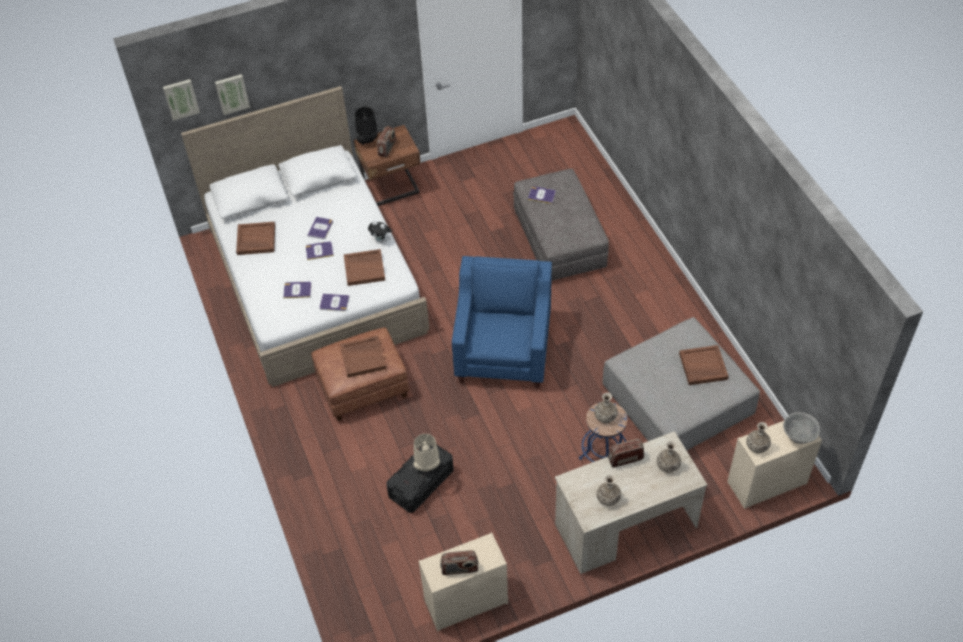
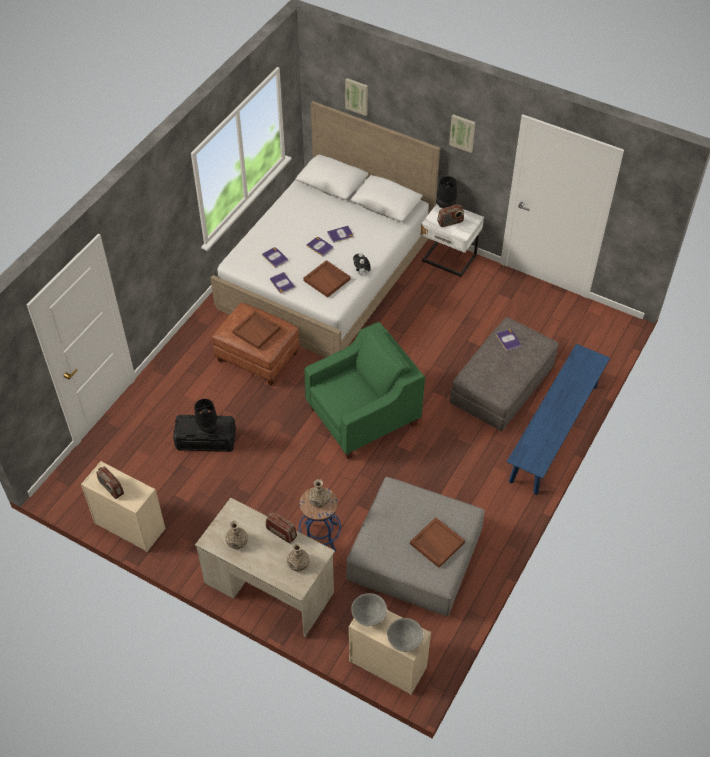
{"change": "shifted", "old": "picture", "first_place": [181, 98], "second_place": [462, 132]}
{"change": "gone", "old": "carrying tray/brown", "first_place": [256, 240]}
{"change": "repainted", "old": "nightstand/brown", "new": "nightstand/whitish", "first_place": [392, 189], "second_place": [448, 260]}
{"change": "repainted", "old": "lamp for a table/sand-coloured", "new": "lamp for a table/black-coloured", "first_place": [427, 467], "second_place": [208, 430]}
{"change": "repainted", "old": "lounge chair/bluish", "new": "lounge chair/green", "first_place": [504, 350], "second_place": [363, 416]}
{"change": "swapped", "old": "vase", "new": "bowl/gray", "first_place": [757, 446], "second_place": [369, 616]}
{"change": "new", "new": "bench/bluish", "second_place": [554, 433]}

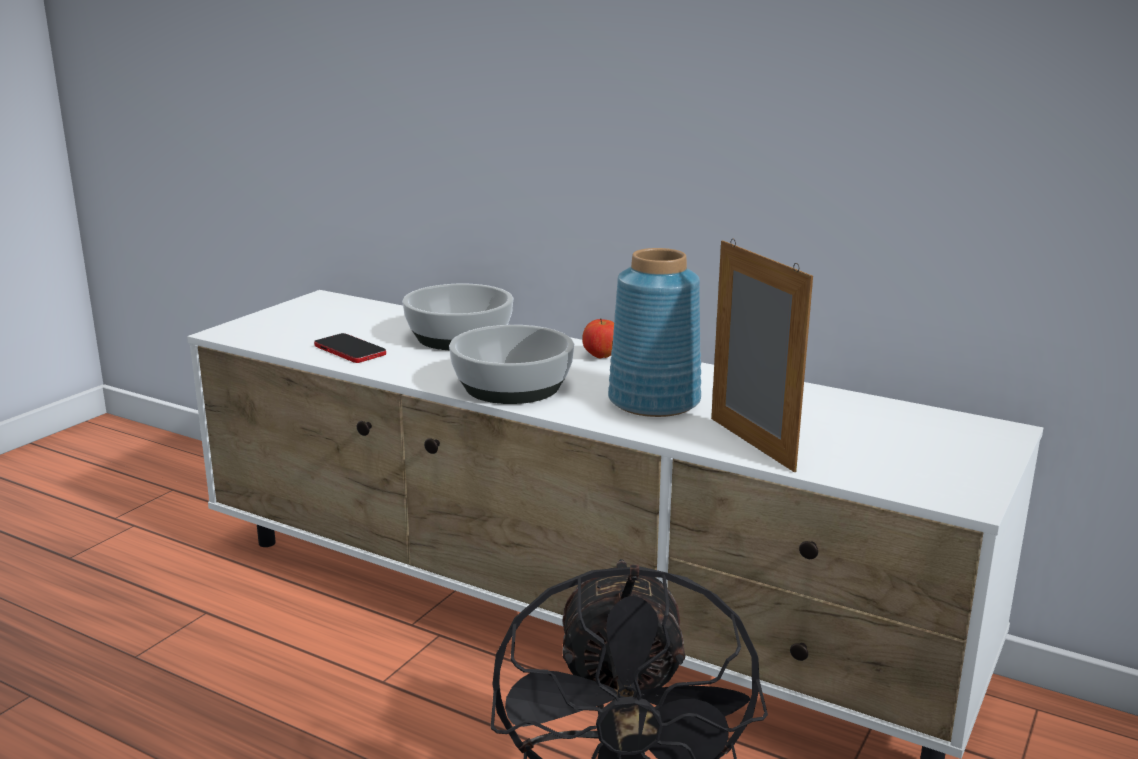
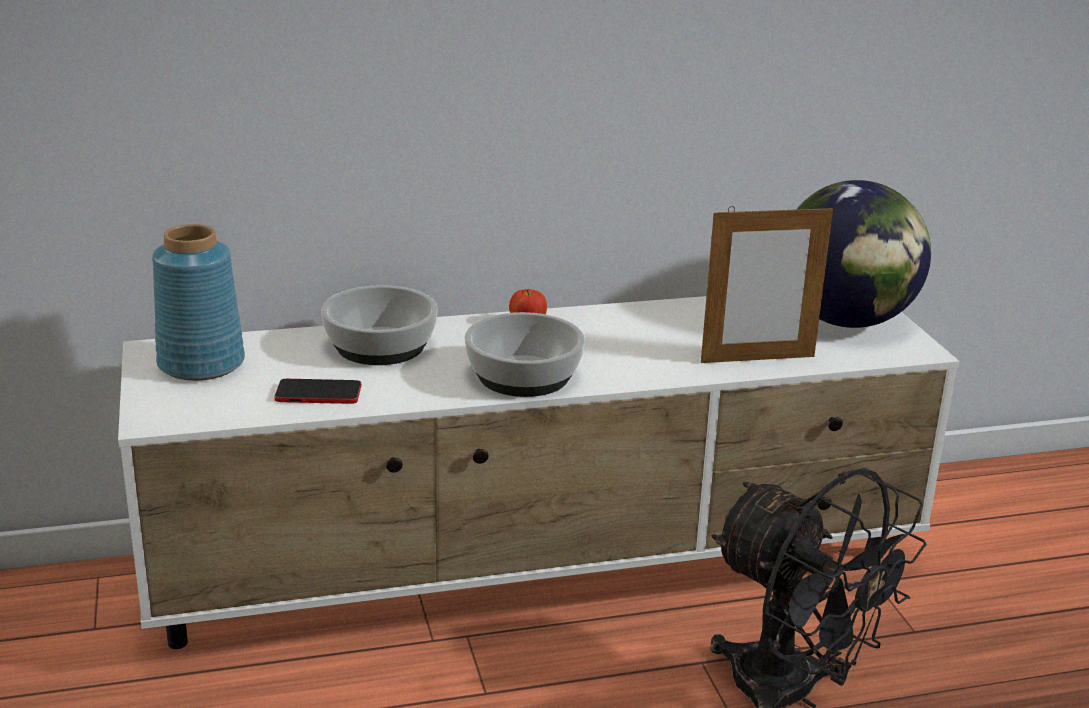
{"change": "shifted", "old": "vase/bluish", "first_place": [655, 401], "second_place": [202, 363]}
{"change": "rotated", "old": "photo frame", "first_place": [751, 444], "second_place": [757, 359], "degrees": 150}
{"change": "new", "new": "world globe", "second_place": [846, 321]}

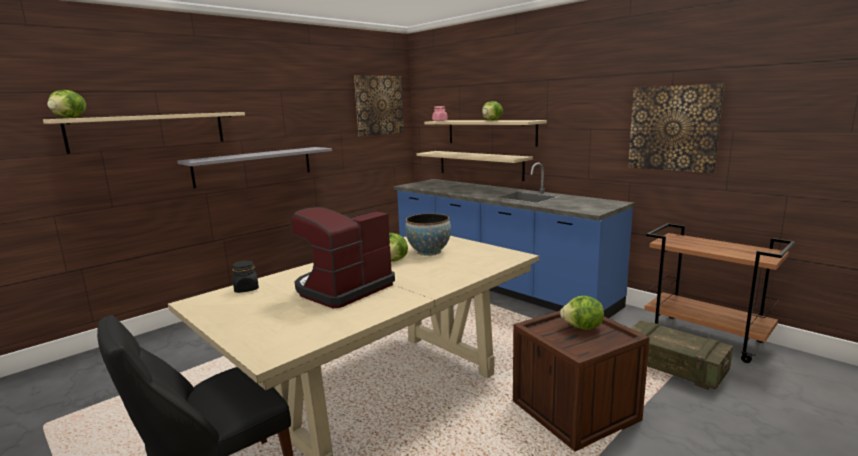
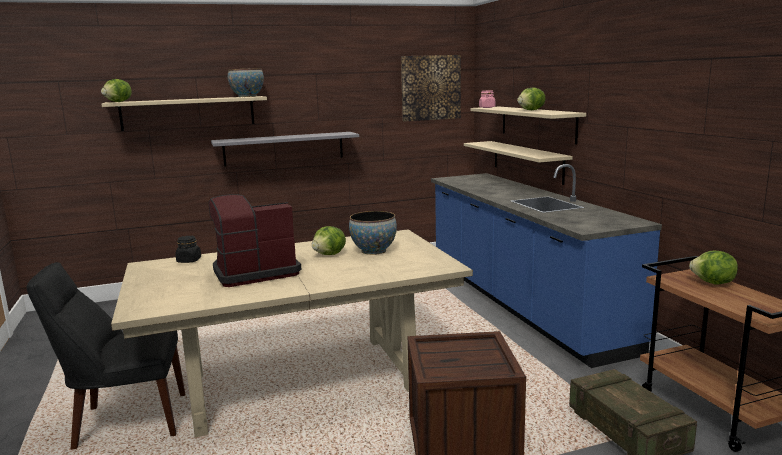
{"change": "shifted", "old": "lettuce head", "first_place": [582, 328], "second_place": [713, 283]}
{"change": "gone", "old": "picture", "first_place": [673, 128]}
{"change": "new", "new": "bowl", "second_place": [247, 96]}

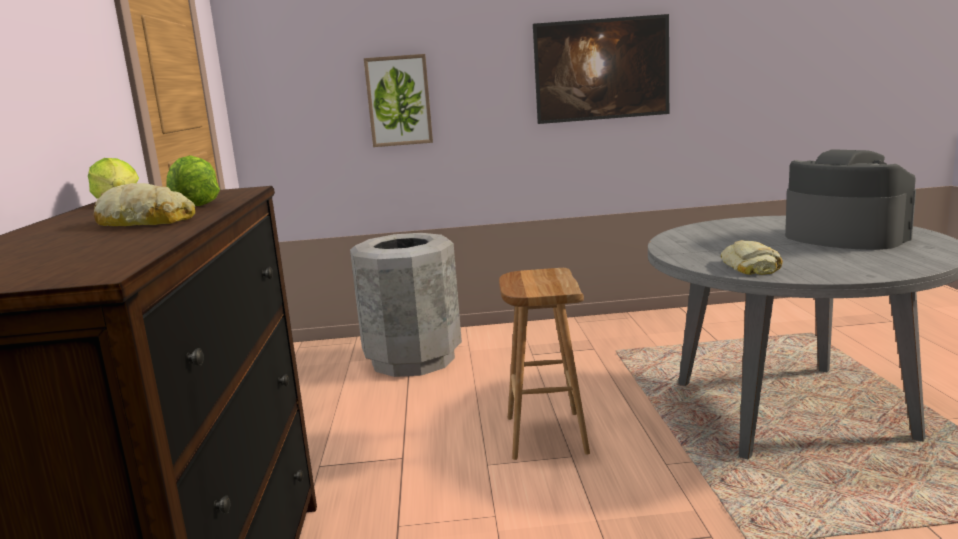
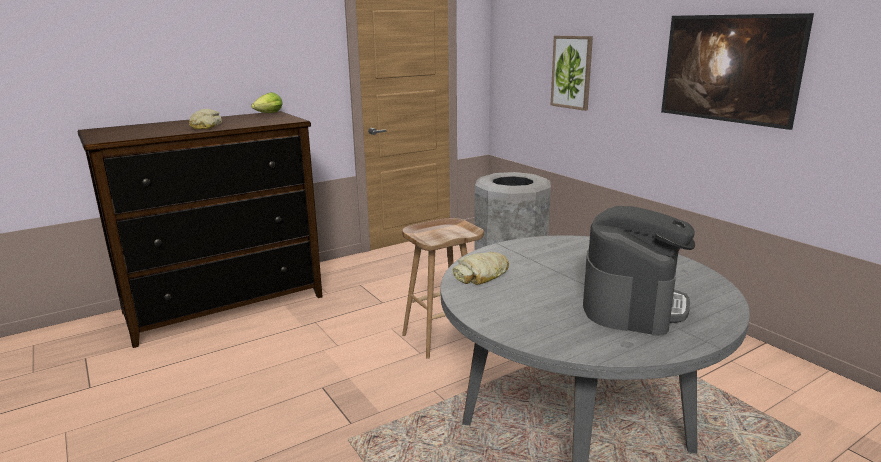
{"change": "gone", "old": "lettuce head", "first_place": [194, 204]}

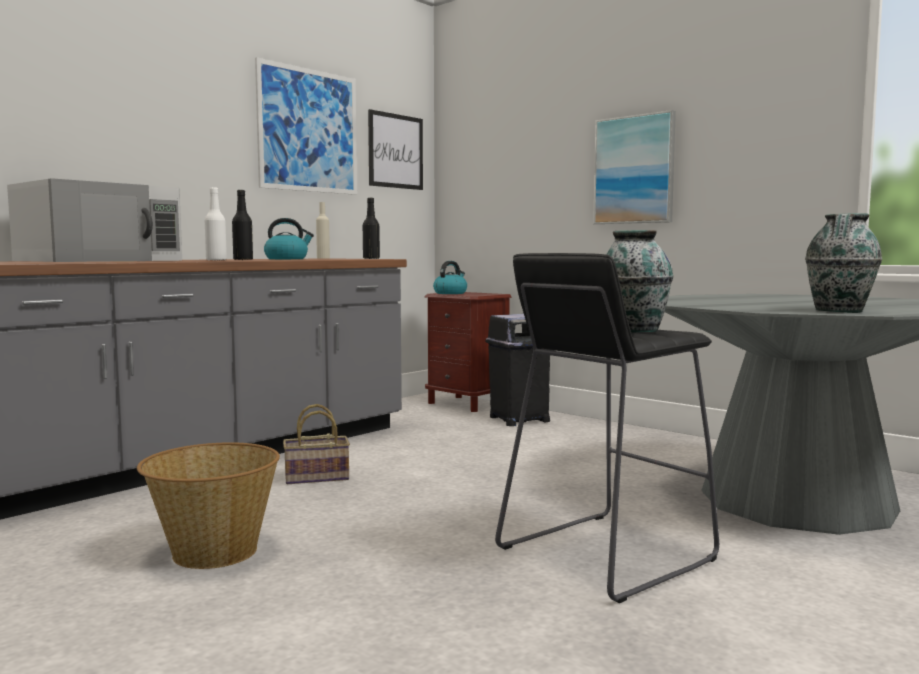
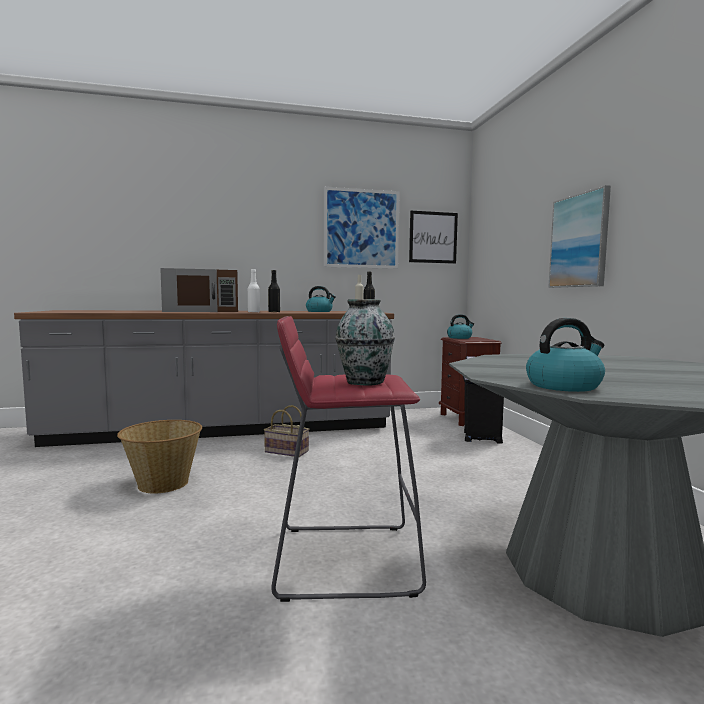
{"change": "repainted", "old": "microwave oven/whitish", "new": "microwave oven/brown", "first_place": [101, 260], "second_place": [203, 311]}
{"change": "repainted", "old": "stool/black-coloured", "new": "stool/reddish", "first_place": [604, 554], "second_place": [344, 558]}
{"change": "swapped", "old": "vase", "new": "kettle", "first_place": [839, 311], "second_place": [564, 386]}

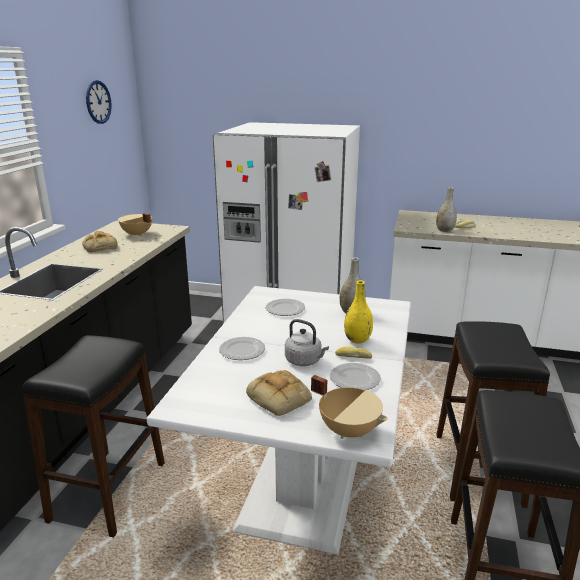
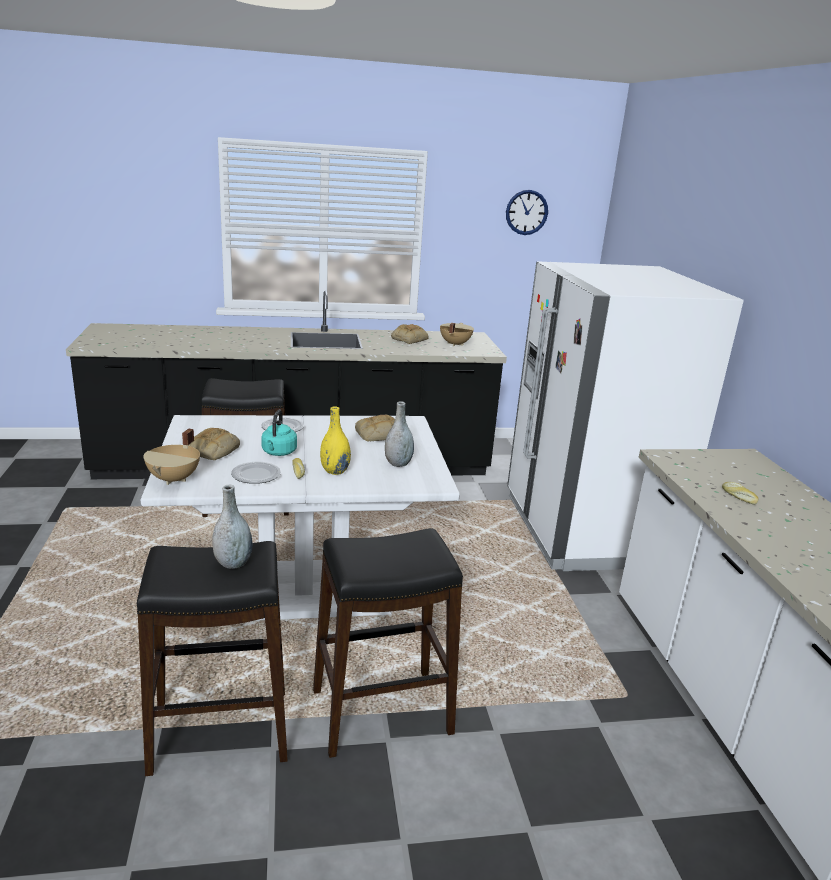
{"change": "swapped", "old": "dinner plate", "new": "bakery bread", "first_place": [285, 309], "second_place": [378, 434]}
{"change": "repainted", "old": "kettle/gray", "new": "kettle/turquoise-coloured", "first_place": [305, 361], "second_place": [278, 453]}
{"change": "shifted", "old": "vase/gray", "first_place": [444, 230], "second_place": [233, 563]}

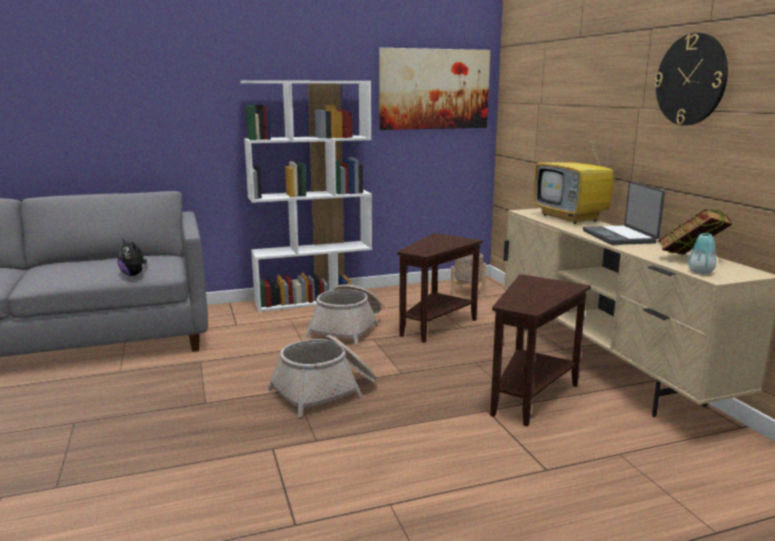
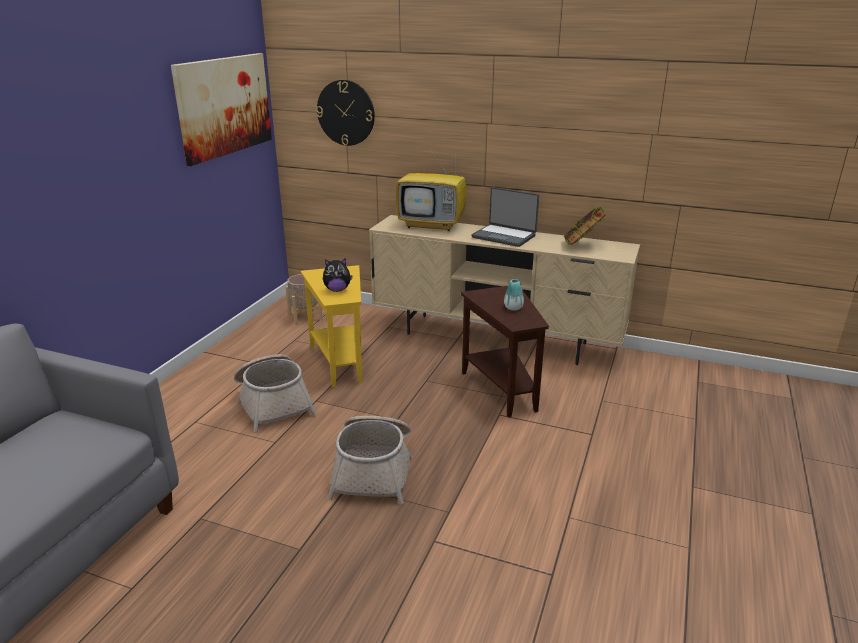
{"change": "shifted", "old": "cuddly toy", "first_place": [134, 275], "second_place": [337, 290]}
{"change": "gone", "old": "shelving unit/whitish", "first_place": [314, 300]}
{"change": "repainted", "old": "end table/brown", "new": "end table/yellow", "first_place": [436, 325], "second_place": [340, 361]}
{"change": "shifted", "old": "wall clock", "first_place": [691, 80], "second_place": [346, 113]}
{"change": "shifted", "old": "vase", "first_place": [700, 272], "second_place": [513, 308]}

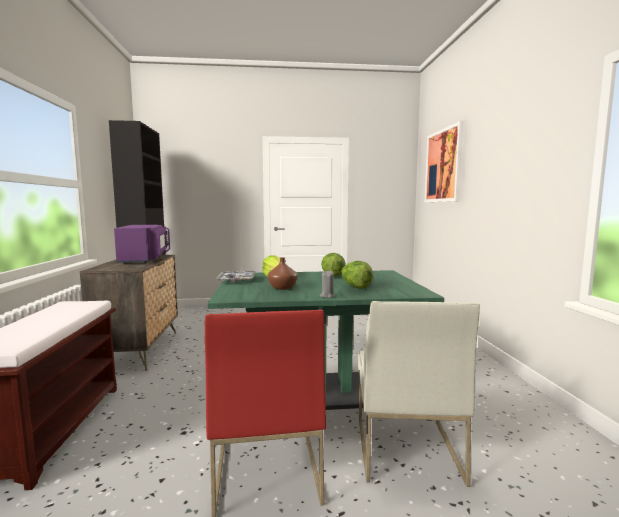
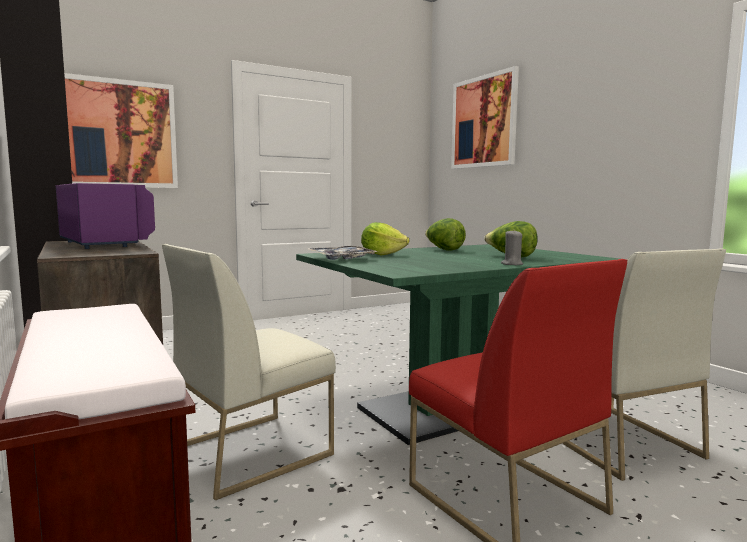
{"change": "gone", "old": "vase/brown", "first_place": [282, 288]}
{"change": "new", "new": "picture", "second_place": [119, 134]}
{"change": "new", "new": "chair/whitish", "second_place": [251, 451]}

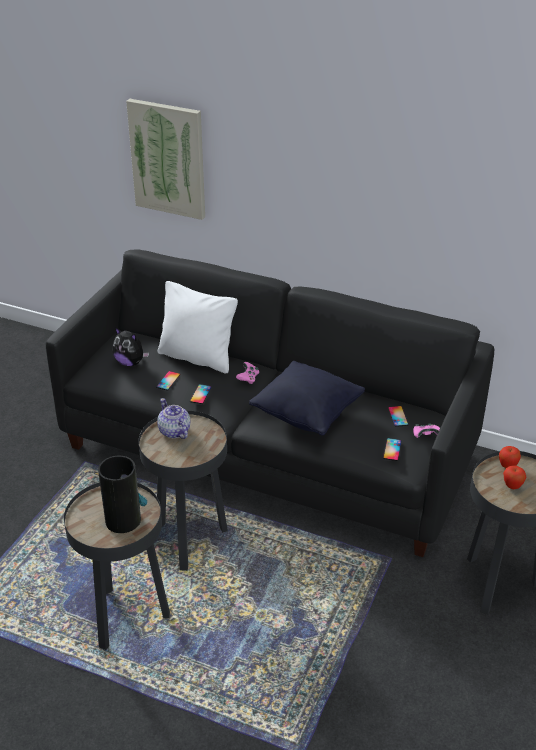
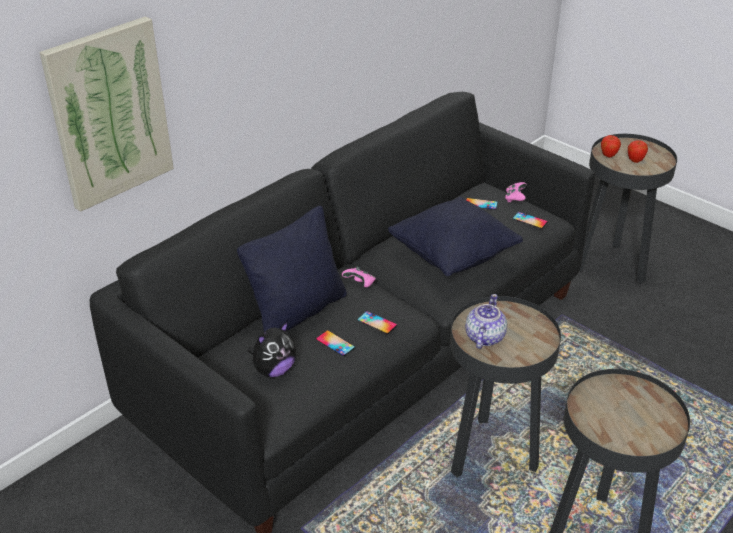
{"change": "gone", "old": "vase", "first_place": [123, 520]}
{"change": "repainted", "old": "cushion/whitish", "new": "cushion/black-coloured", "first_place": [197, 357], "second_place": [298, 311]}
{"change": "rotated", "old": "teapot", "first_place": [174, 431], "second_place": [484, 337], "degrees": 120}

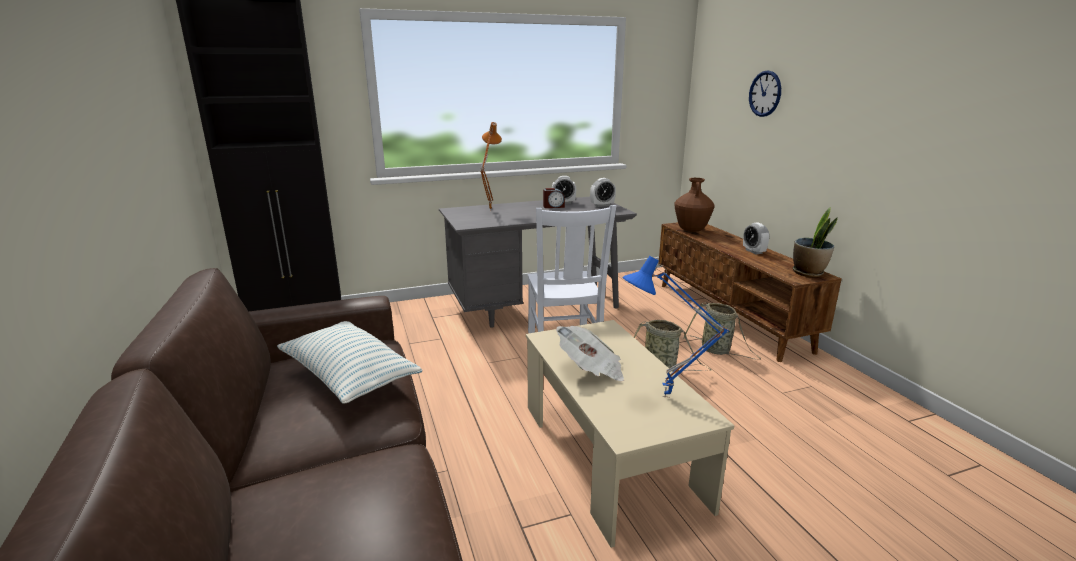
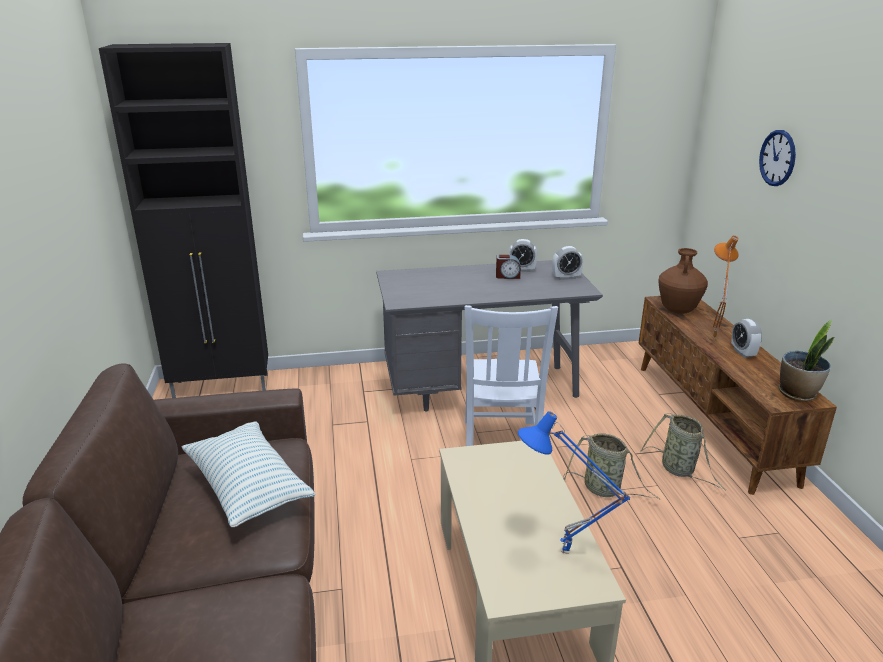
{"change": "shifted", "old": "lamp for a table/orange", "first_place": [489, 211], "second_place": [711, 338]}
{"change": "gone", "old": "daily paper", "first_place": [591, 369]}

